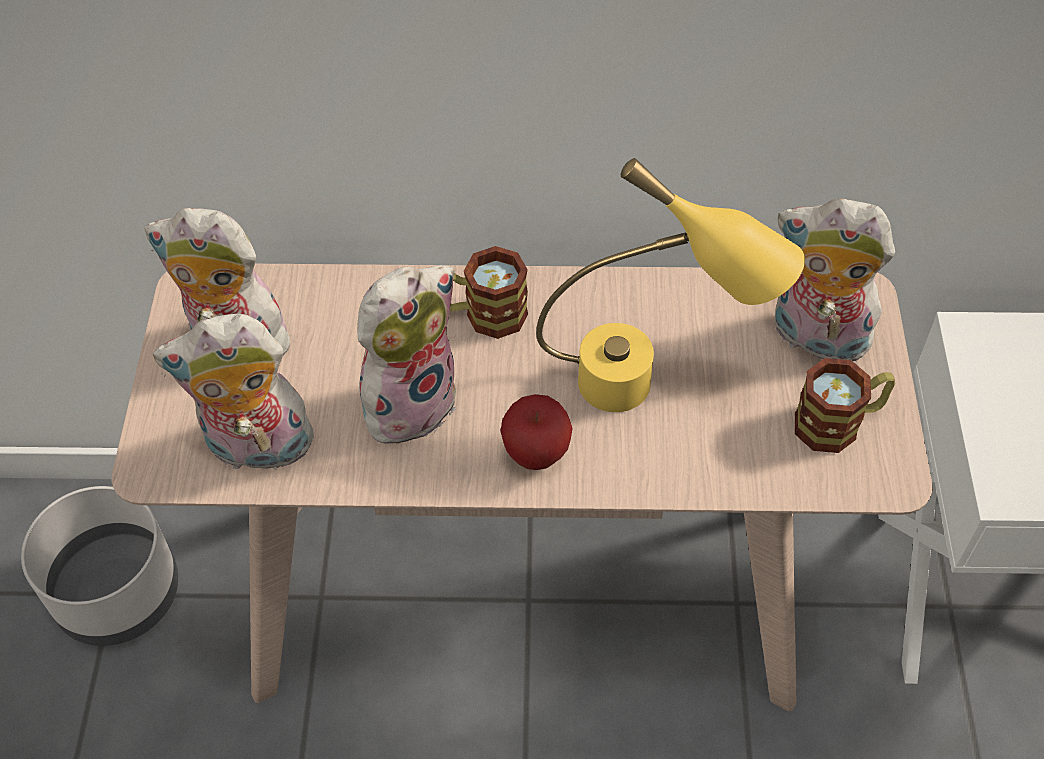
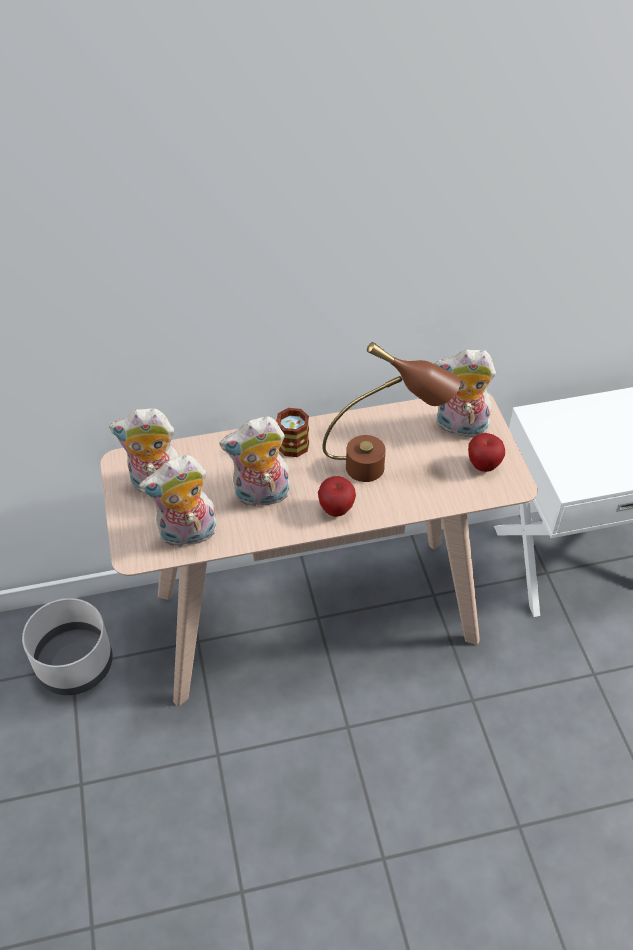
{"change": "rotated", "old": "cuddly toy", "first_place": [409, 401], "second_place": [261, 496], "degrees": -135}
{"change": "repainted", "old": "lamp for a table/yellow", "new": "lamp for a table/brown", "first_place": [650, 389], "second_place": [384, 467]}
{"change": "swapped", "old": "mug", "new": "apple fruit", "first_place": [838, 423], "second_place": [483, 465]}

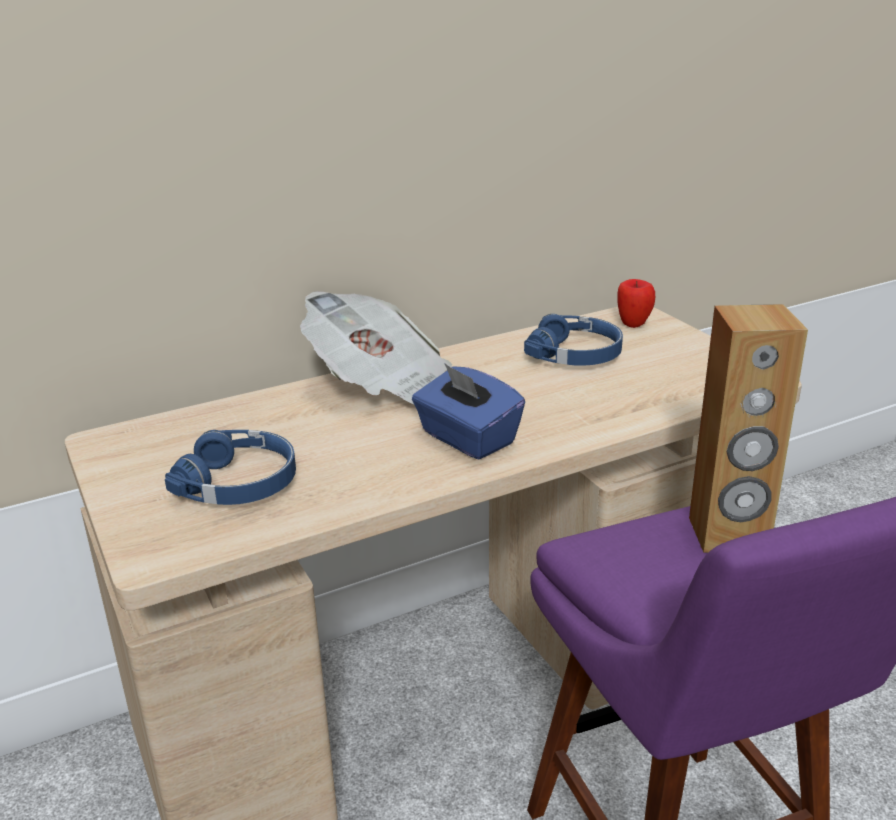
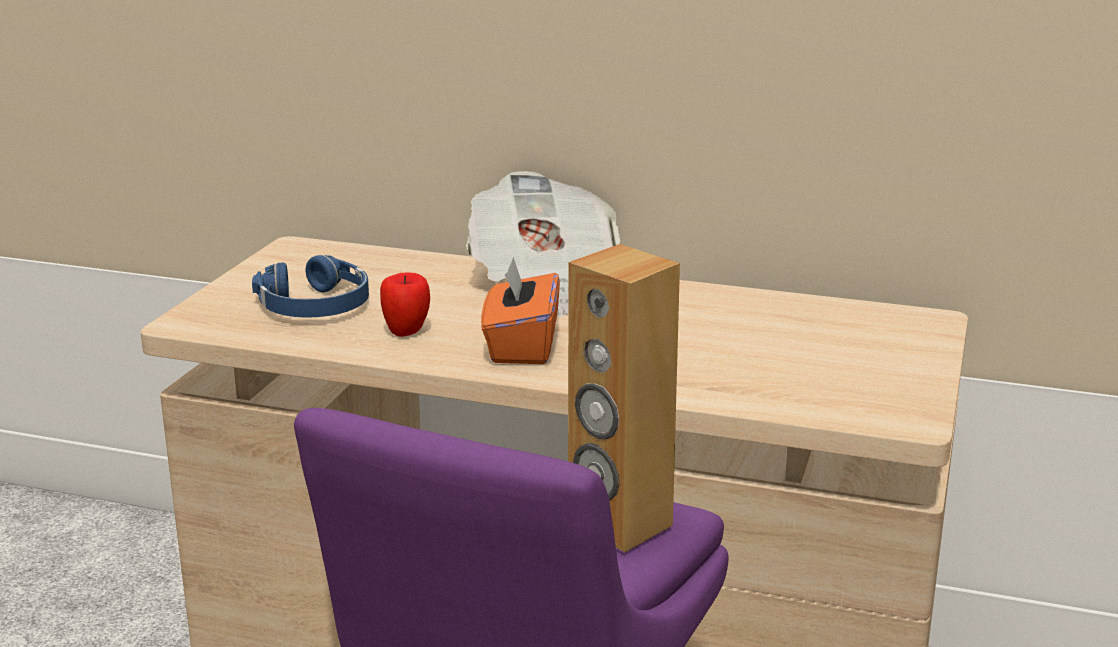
{"change": "repainted", "old": "box of tissues/bluish", "new": "box of tissues/orange", "first_place": [467, 439], "second_place": [521, 347]}
{"change": "gone", "old": "pair of headphones/bluish", "first_place": [575, 354]}
{"change": "shifted", "old": "apple fruit", "first_place": [633, 324], "second_place": [406, 333]}

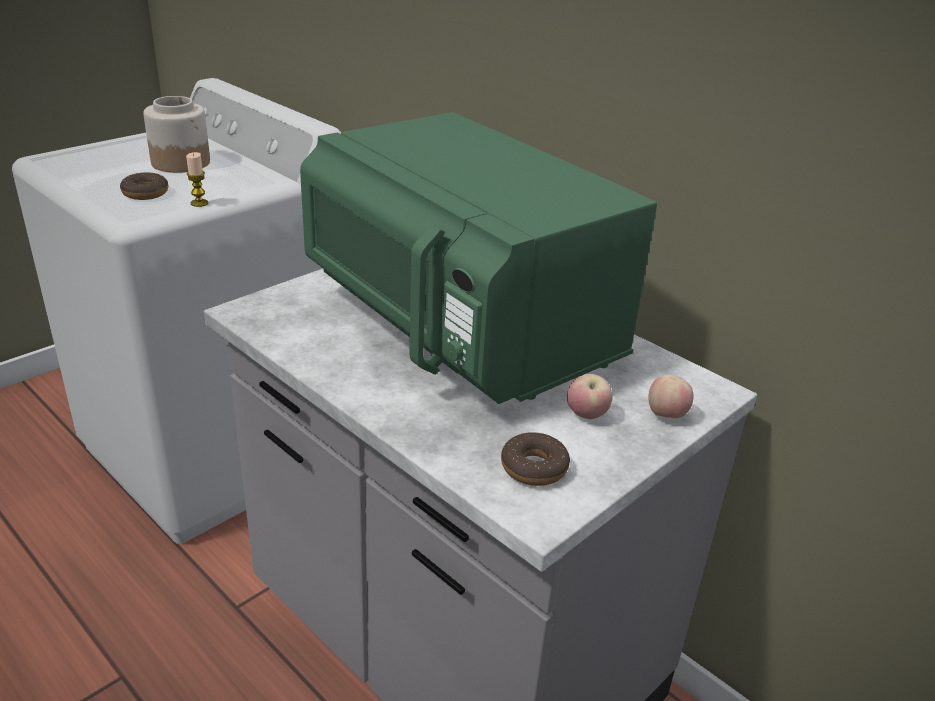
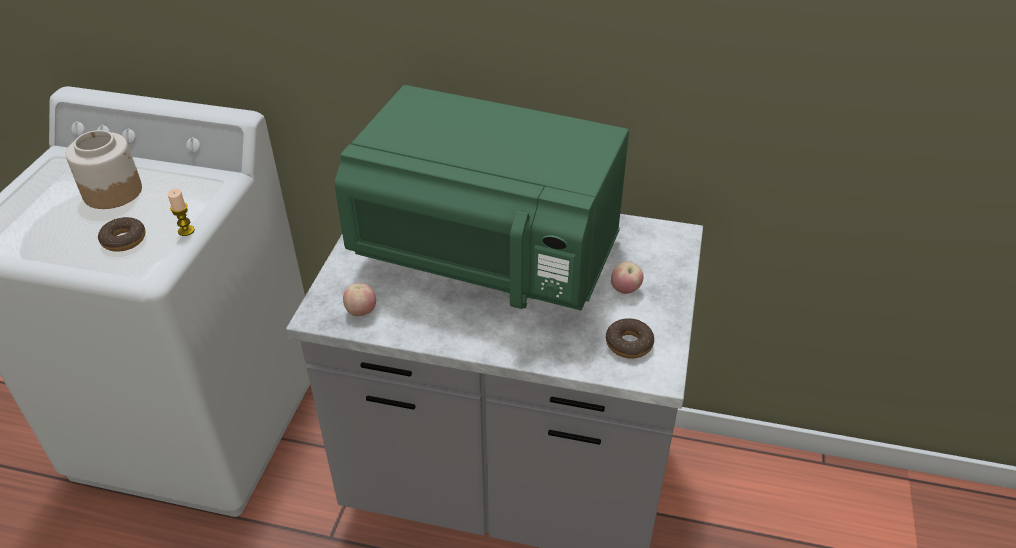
{"change": "shifted", "old": "apple fruit", "first_place": [666, 415], "second_place": [361, 312]}

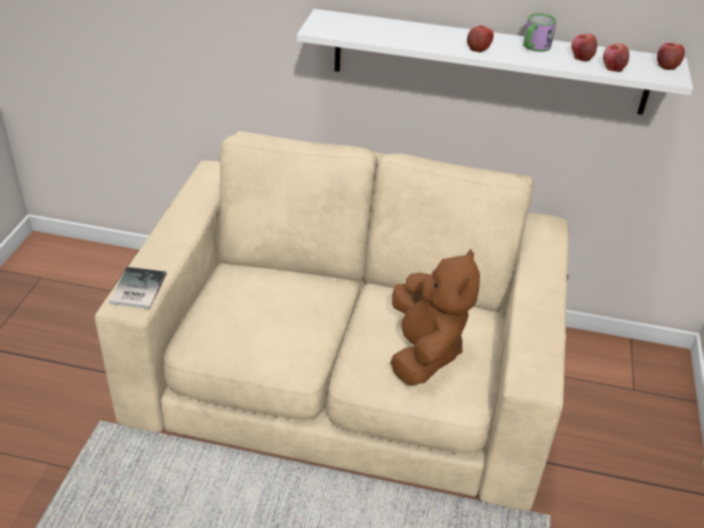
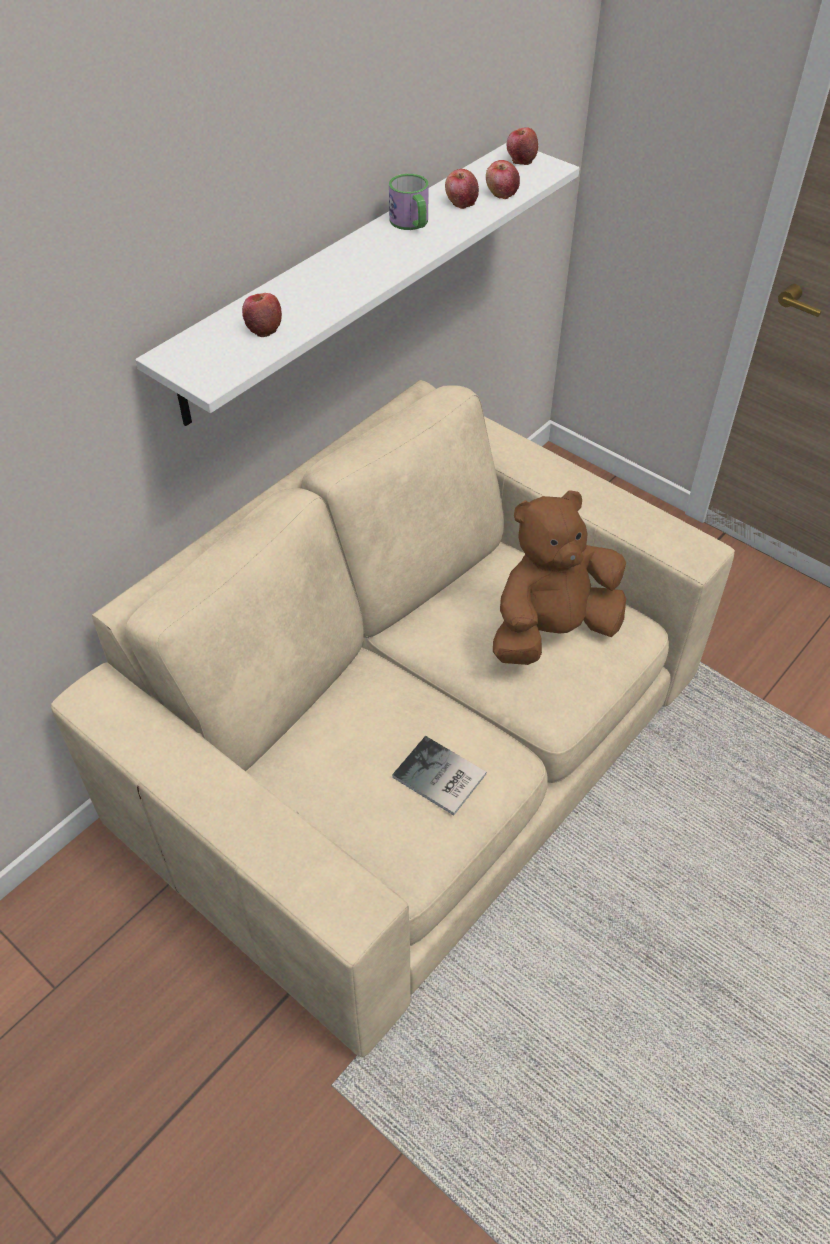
{"change": "shifted", "old": "book", "first_place": [136, 289], "second_place": [439, 778]}
{"change": "rotated", "old": "cuddly toy/brown", "first_place": [424, 351], "second_place": [552, 631], "degrees": -60}
{"change": "shifted", "old": "apple fruit", "first_place": [478, 48], "second_place": [263, 328]}

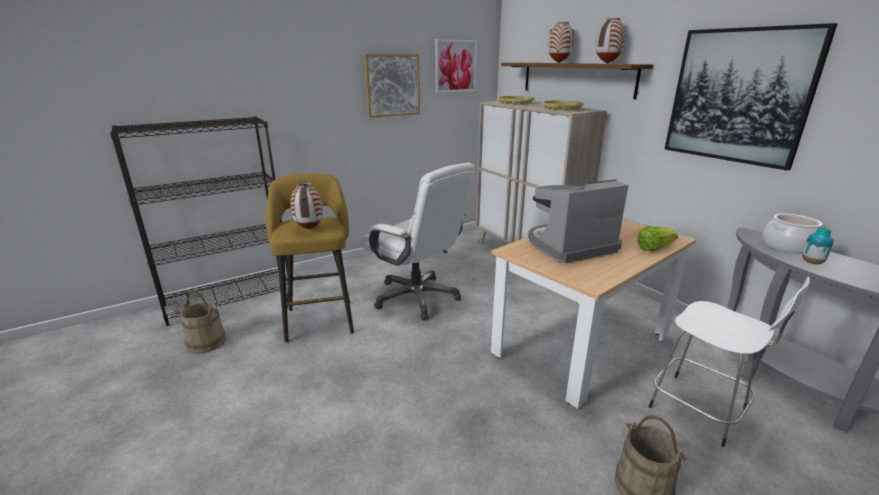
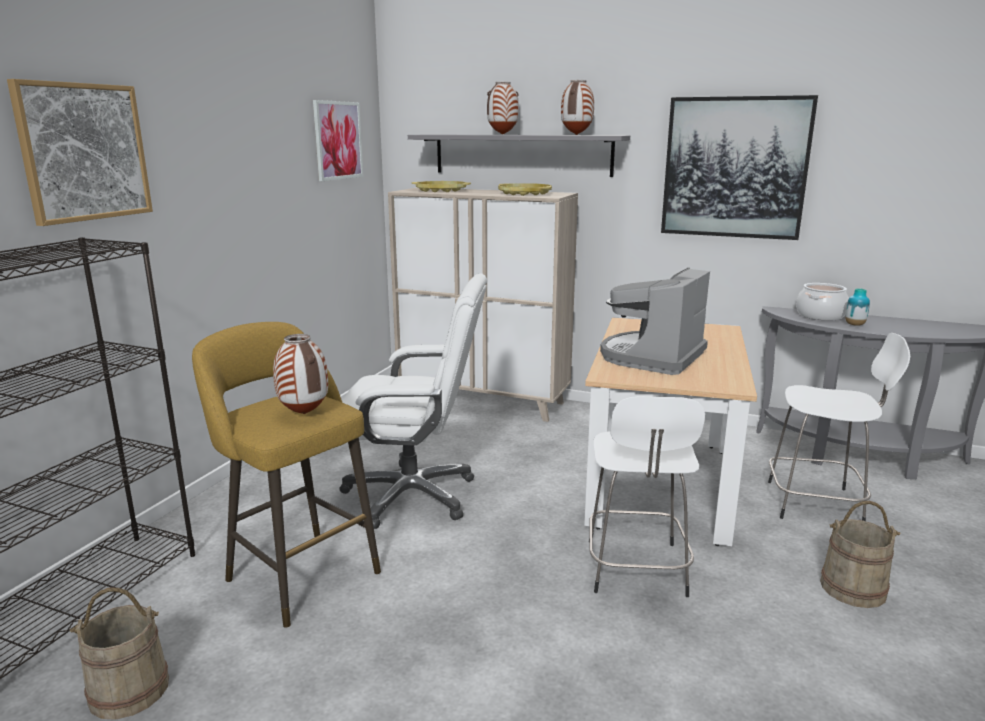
{"change": "shifted", "old": "picture", "first_place": [392, 85], "second_place": [84, 152]}
{"change": "repainted", "old": "wall shelf/brown", "new": "wall shelf/gray", "first_place": [576, 78], "second_place": [522, 154]}
{"change": "gone", "old": "lettuce head", "first_place": [654, 248]}
{"change": "new", "new": "stool/whitish", "second_place": [636, 570]}

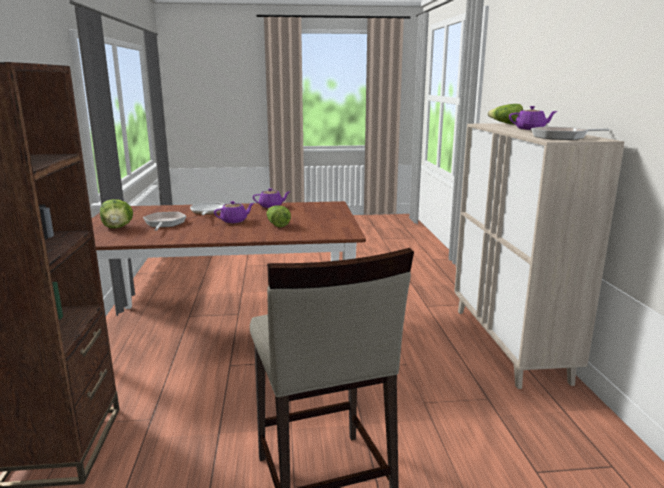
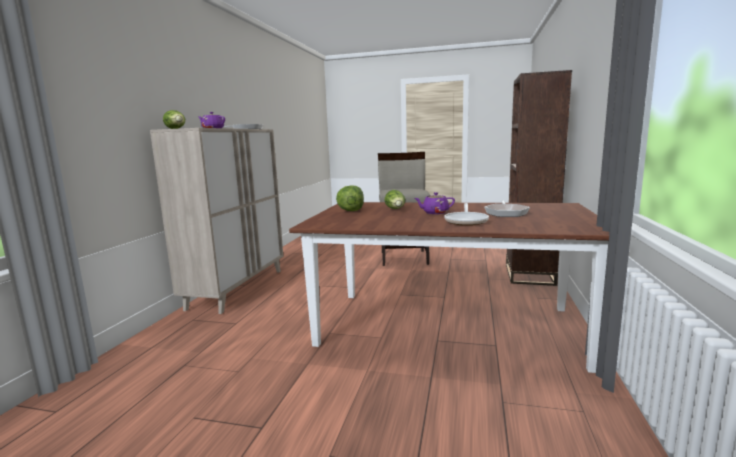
{"change": "shifted", "old": "lettuce head", "first_place": [117, 227], "second_place": [351, 211]}
{"change": "gone", "old": "teapot/purple-coloured", "first_place": [271, 206]}

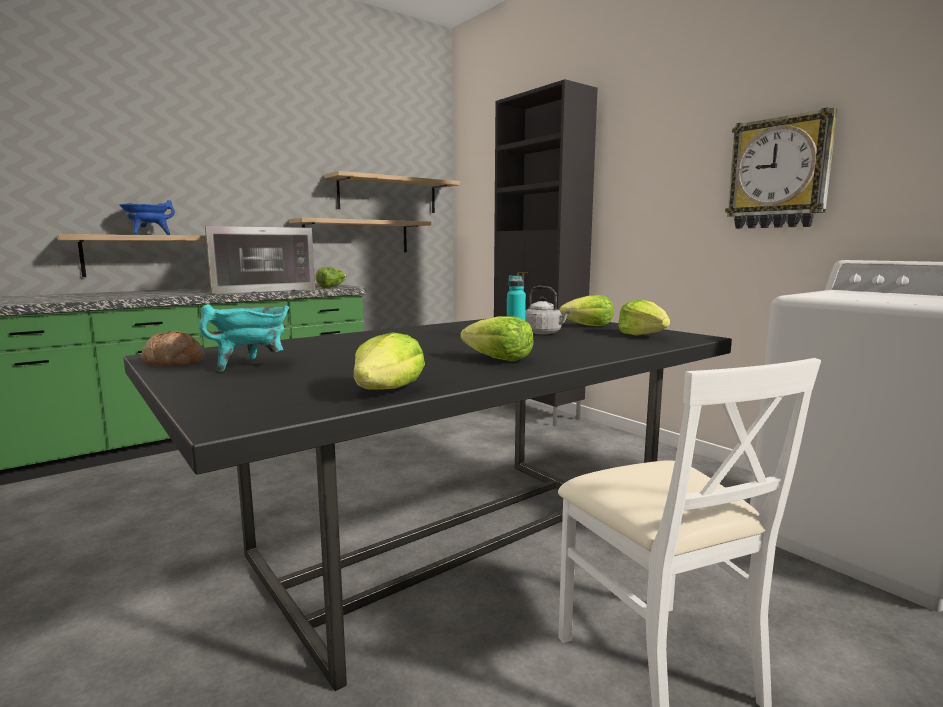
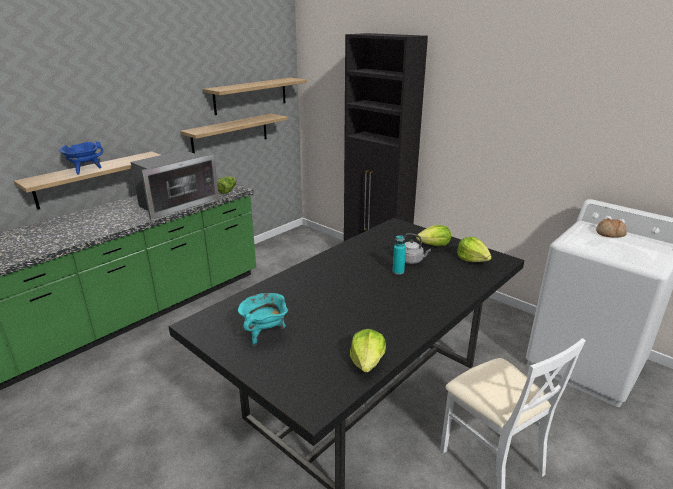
{"change": "shifted", "old": "bakery bread", "first_place": [173, 362], "second_place": [610, 234]}
{"change": "gone", "old": "lettuce head", "first_place": [499, 359]}
{"change": "gone", "old": "wall clock", "first_place": [779, 173]}

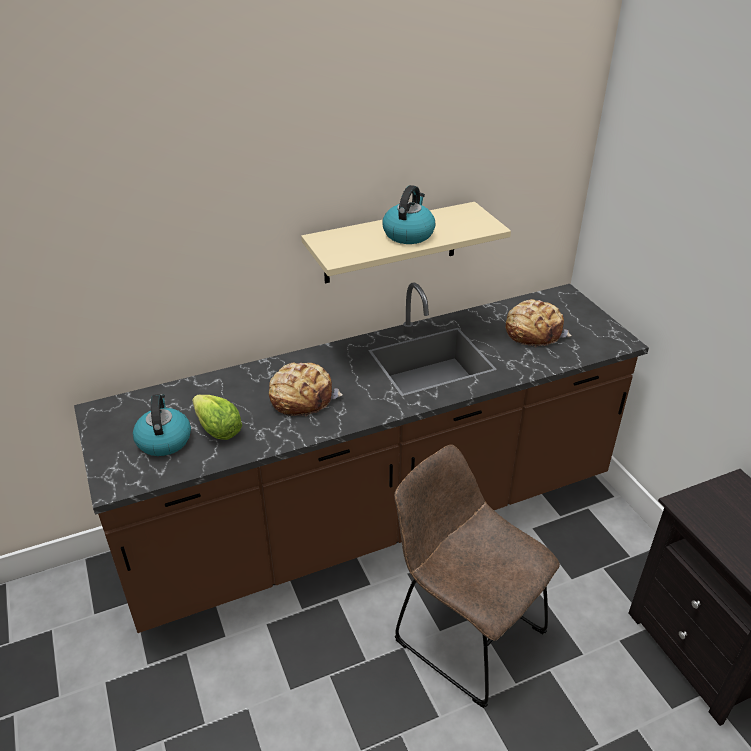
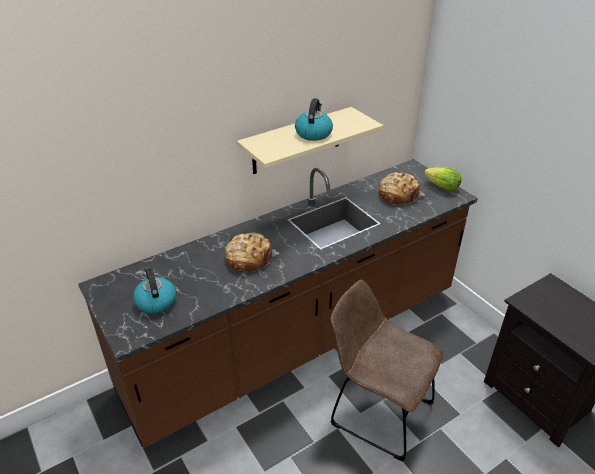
{"change": "shifted", "old": "lettuce head", "first_place": [218, 430], "second_place": [442, 187]}

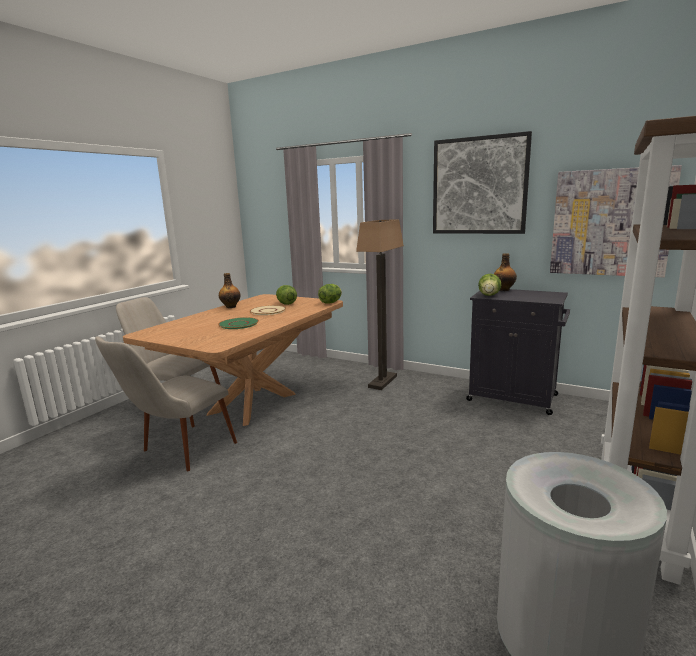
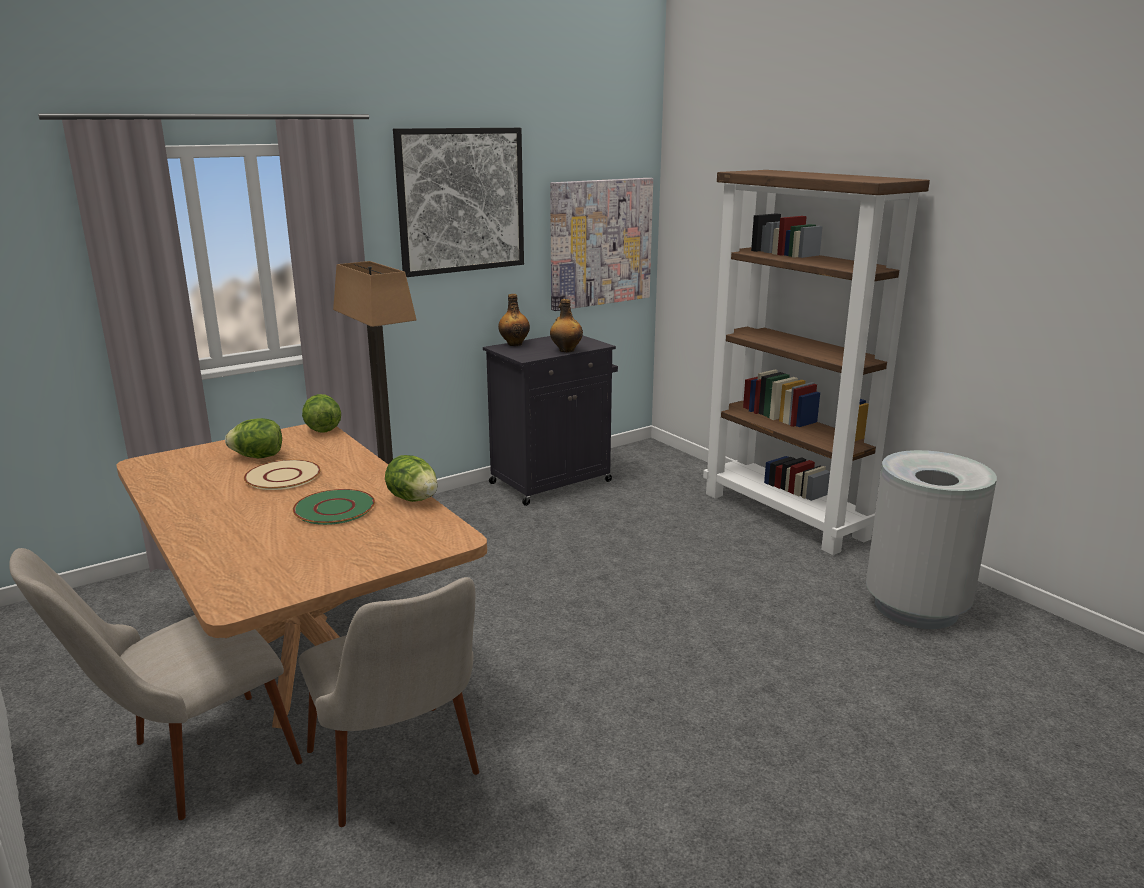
{"change": "shifted", "old": "drink bottle", "first_place": [231, 307], "second_place": [566, 350]}
{"change": "shifted", "old": "lettuce head", "first_place": [489, 295], "second_place": [413, 499]}

